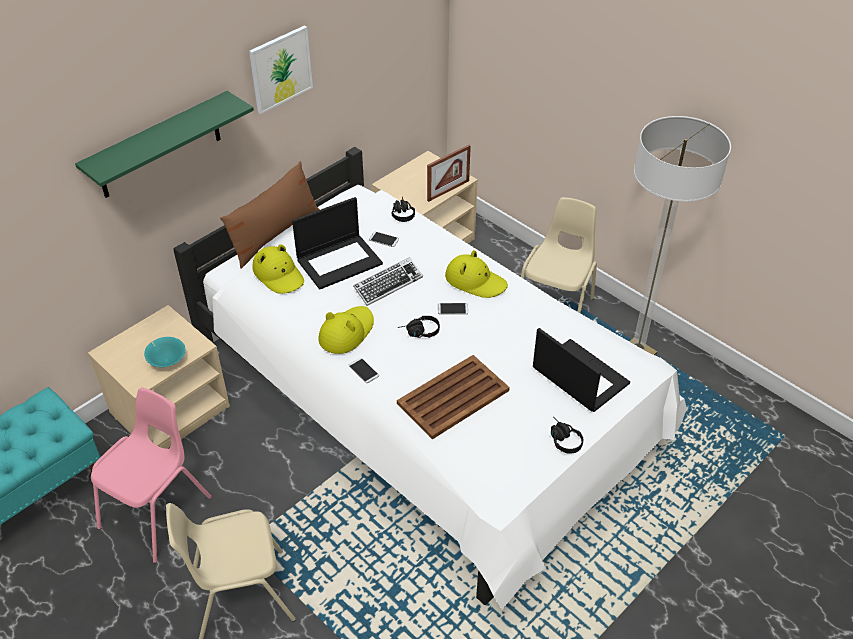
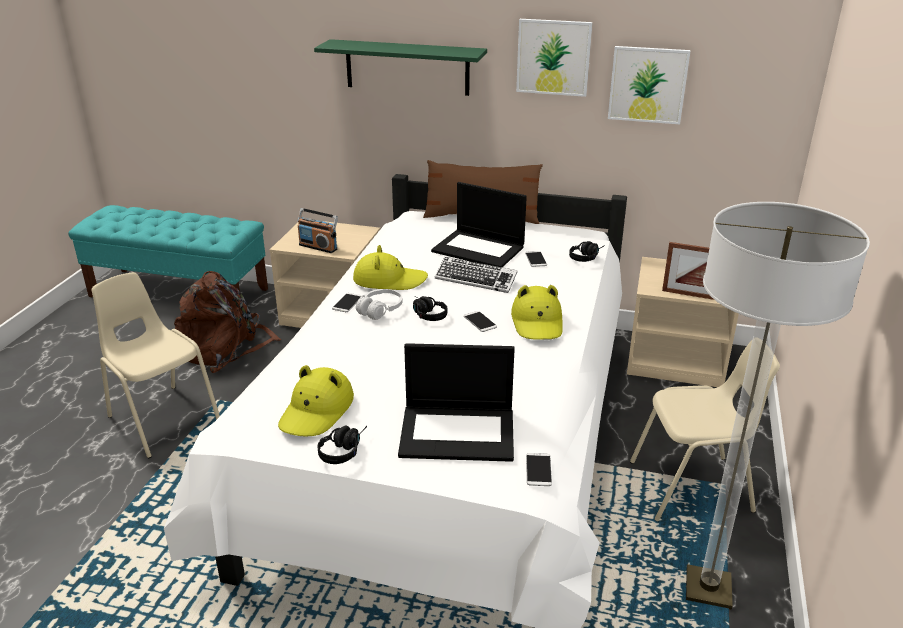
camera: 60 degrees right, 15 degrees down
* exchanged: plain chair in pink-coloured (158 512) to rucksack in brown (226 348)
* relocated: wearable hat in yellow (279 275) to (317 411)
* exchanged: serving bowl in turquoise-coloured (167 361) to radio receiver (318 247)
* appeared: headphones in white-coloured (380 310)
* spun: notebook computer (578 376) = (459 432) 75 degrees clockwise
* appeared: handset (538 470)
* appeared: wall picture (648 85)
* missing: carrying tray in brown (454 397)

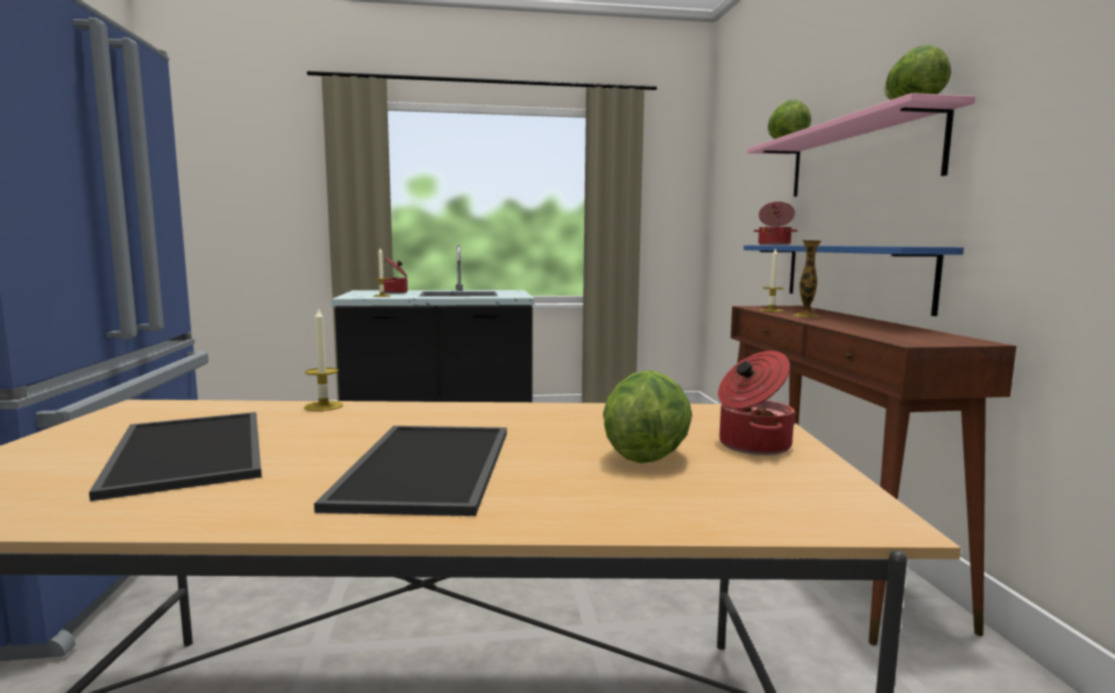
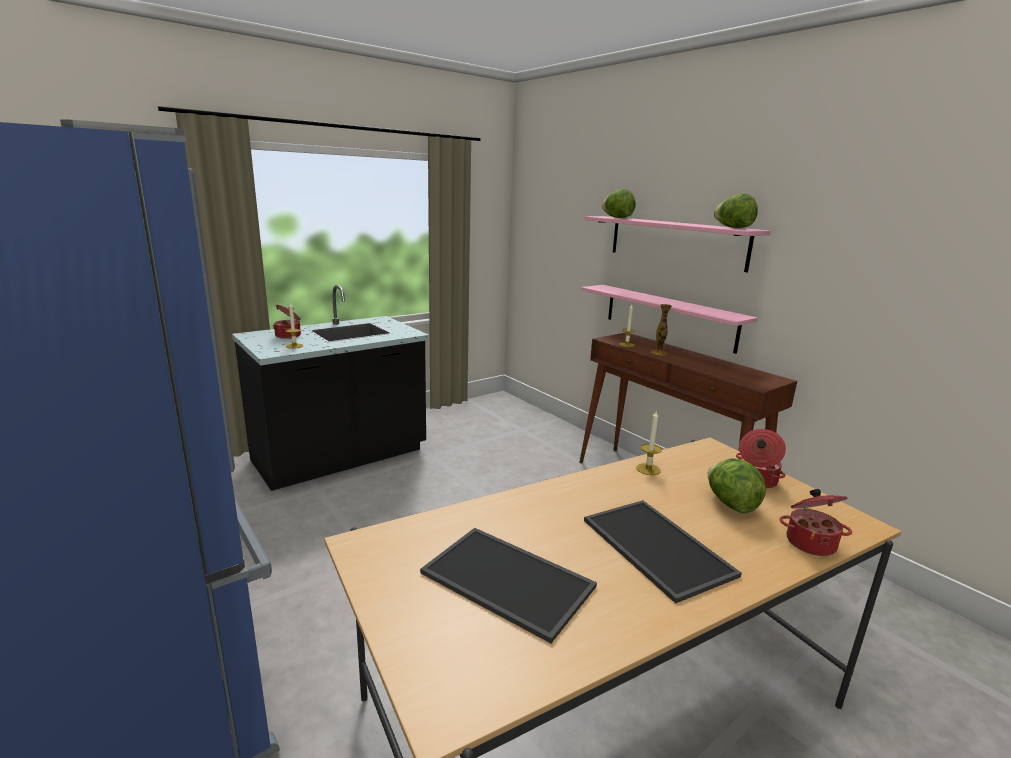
camera: 30 degrees left, 10 degrees up
* colour: bracket shelf in blue (852 274) to bracket shelf in pink-coloured (668 317)
* relocated: wax candle (323 406) to (648 469)
* relocated: stockpot (774 245) to (810 542)

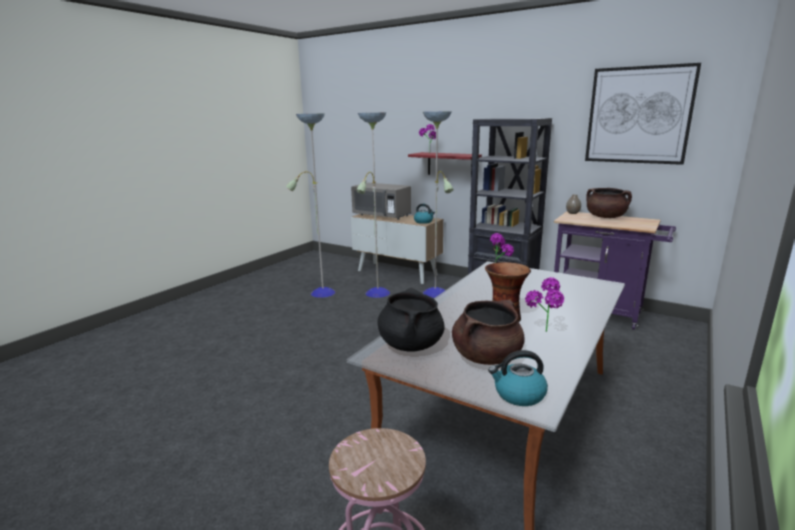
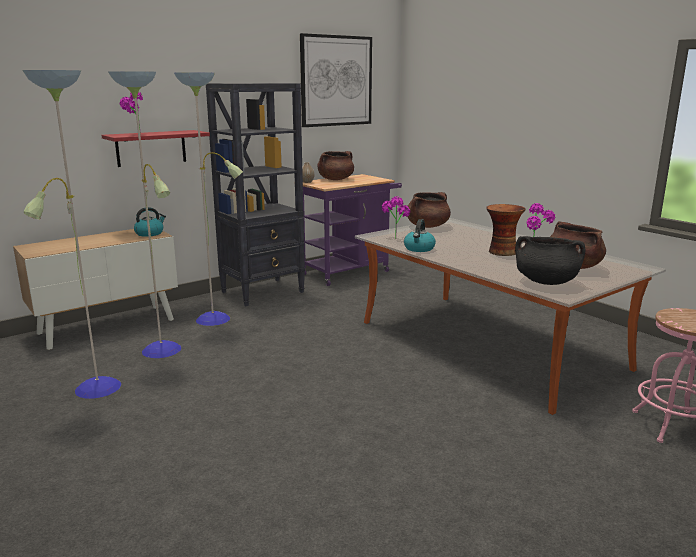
camera: 70 degrees left, 0 degrees up
* relocated: kettle (518 394) to (419 249)
* appeared: stockpot in brown (427 226)
* missing: microwave oven in greyish (381 216)

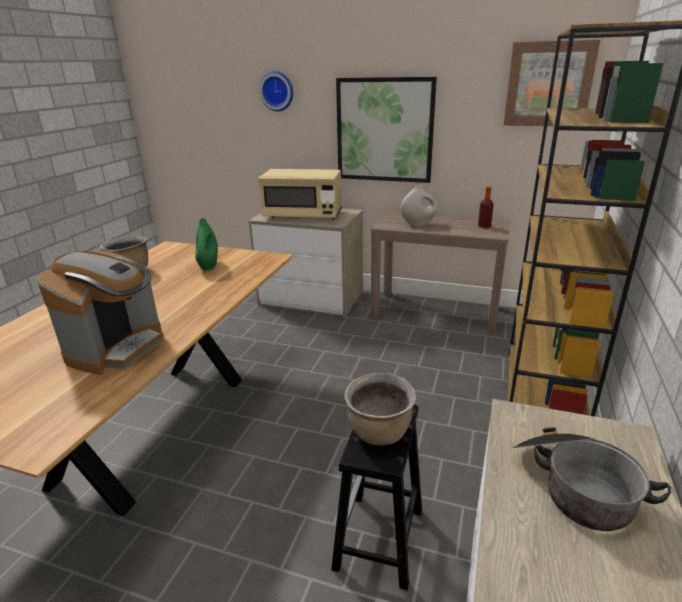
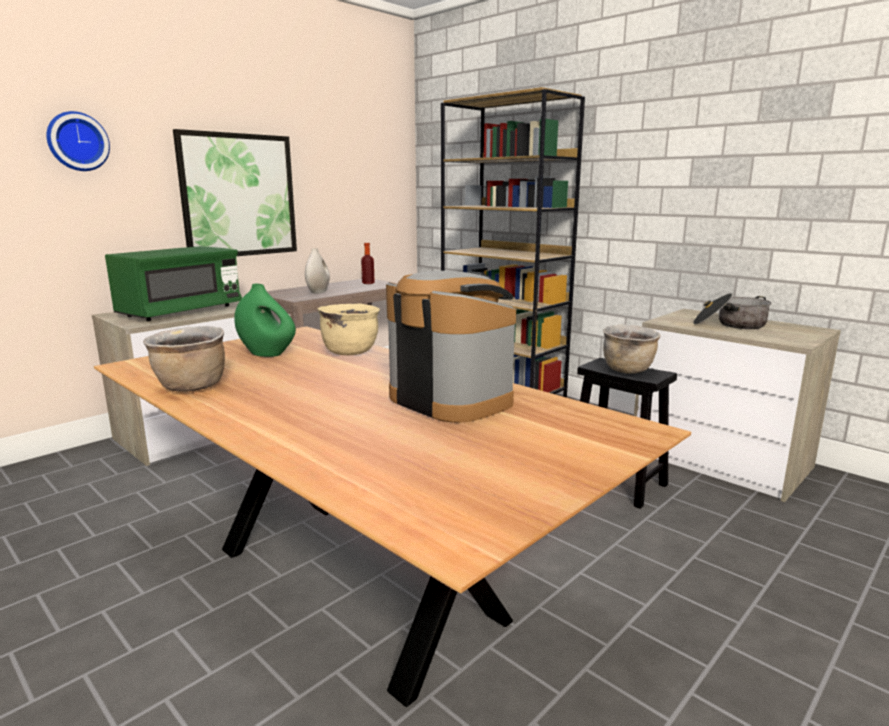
camera: 65 degrees left, 10 degrees down
* colour: microwave oven in beige (303 215) to microwave oven in green (181 312)
* appeared: stockpot in beige (350 352)
* missing: wall picture (548 84)

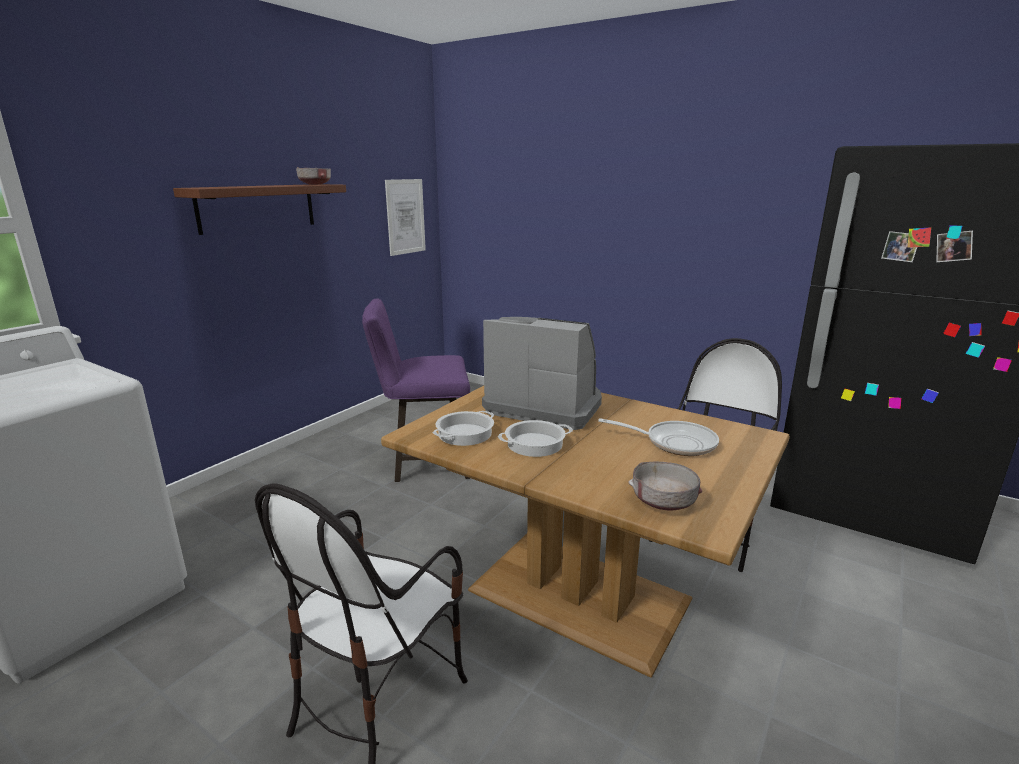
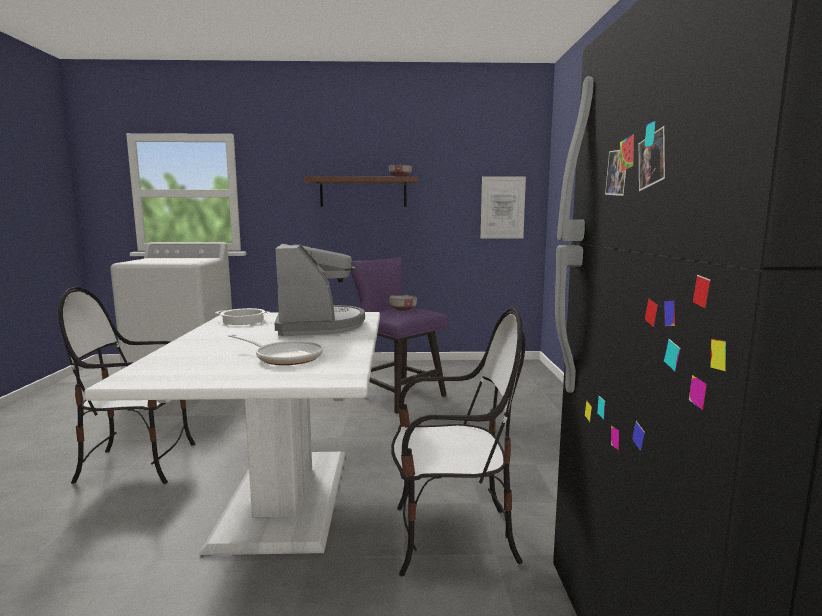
camera: 55 degrees right, 10 degrees down
* colour: dinner table in brown (578 597) to dinner table in white-coloured (282 496)
* spun: frying pan (674 443) = (285 357) 45 degrees counterclockwise
* relocated: serving bowl in greyish (664 502) to (403 310)
* missing: stockpot (534 444)

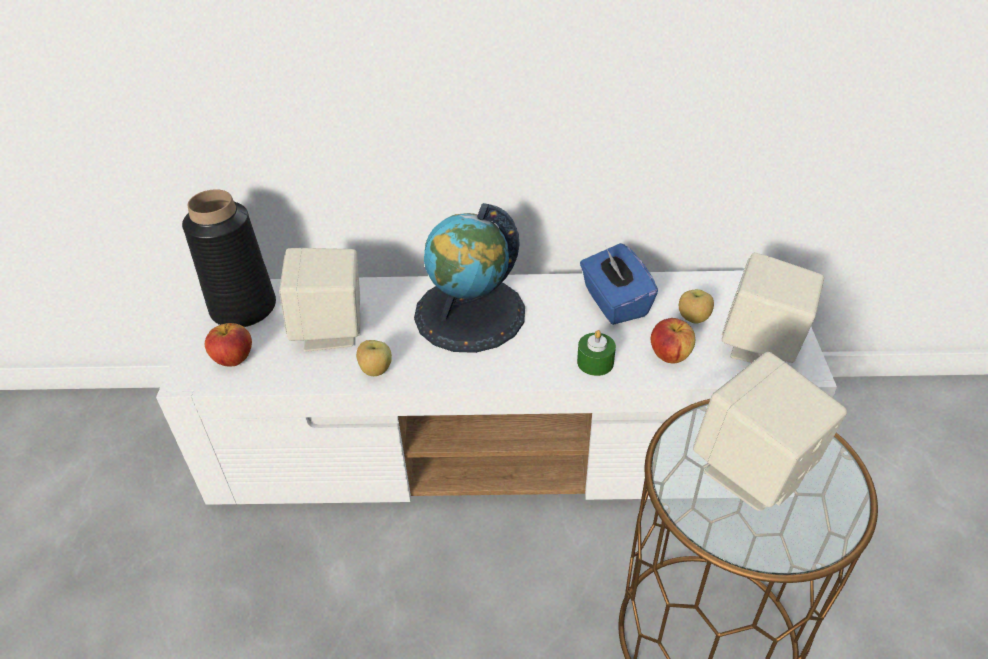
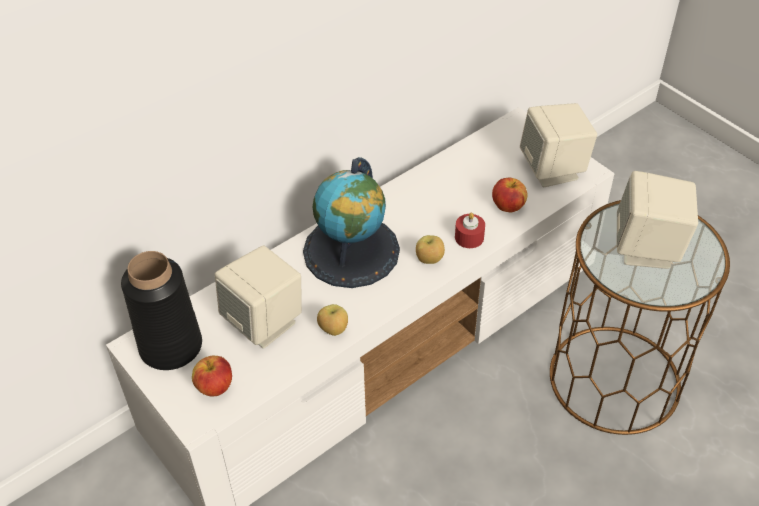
camera: 40 degrees left, 5 degrees up
* relocated: apple (693 319) to (429 260)
* colour: wax candle in green (595 362) to wax candle in red (469 237)
* missing: tissue box in blue (614 302)

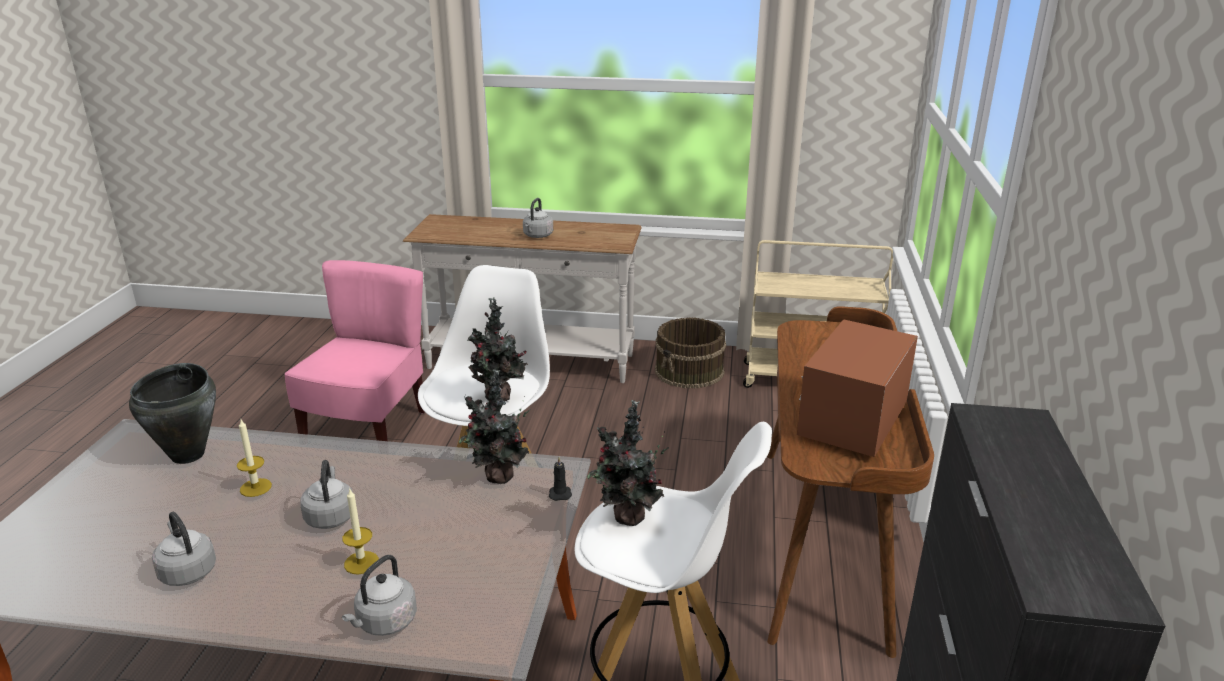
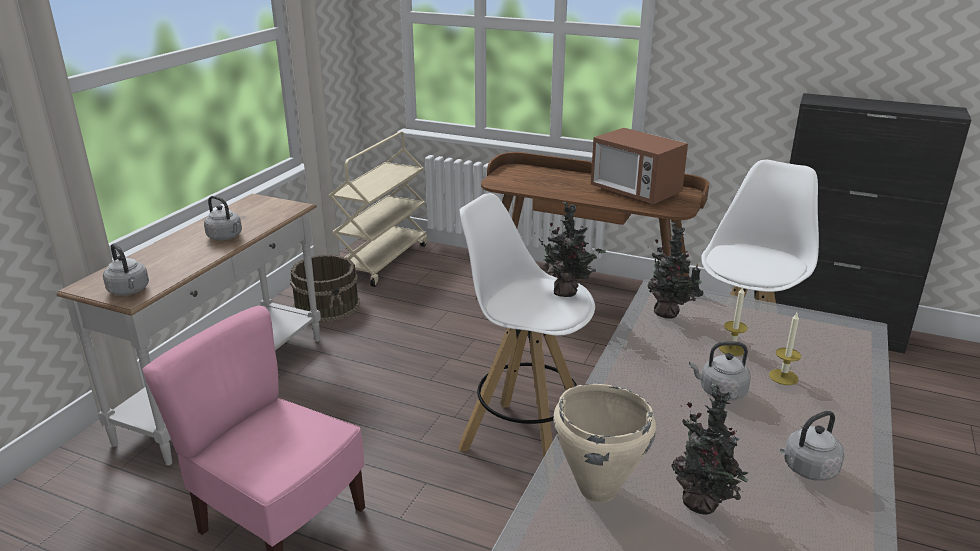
camera: 75 degrees left, 0 degrees up
* relocated: kettle in greyish (384 623) to (129 291)
* colour: stockpot in black-coloured (189 454) to stockpot in beige (597 488)
* relocated: plant in a pot (627 519) to (703 505)
* relocated: wax candle (255 487) to (732 349)

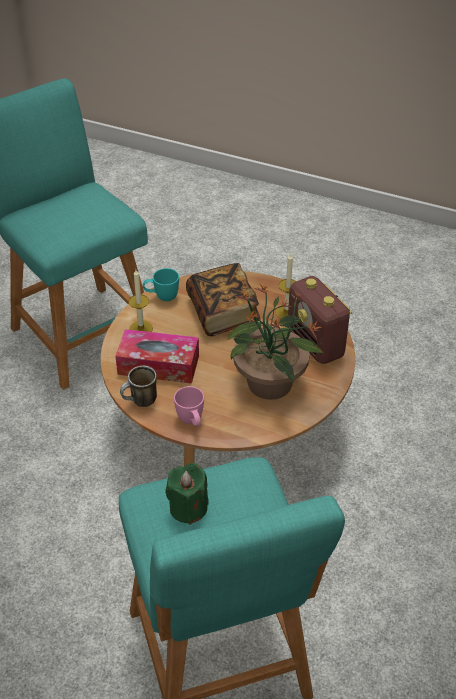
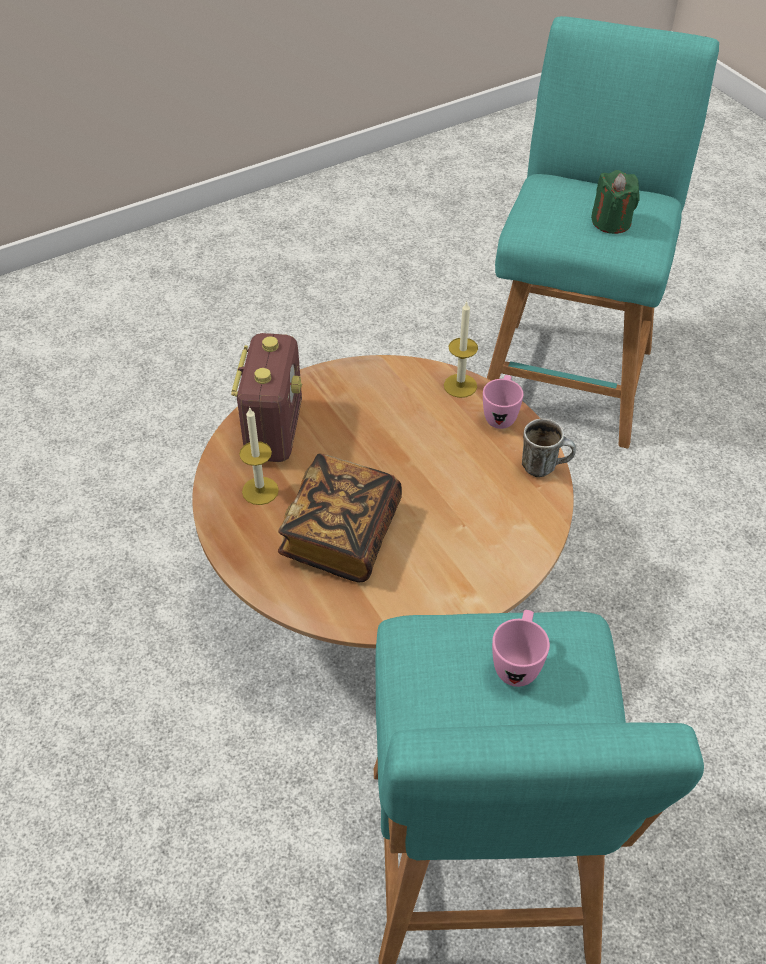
camera: 145 degrees left, 5 degrees up
* relocated: wax candle (141 328) to (460 385)
* appeared: coffee mug in pink-coloured (517 663)
* missing: tissue box (158 365)
* missing: coffee mug in turquoise-coloured (161 297)
* missing: plant in a pot (270 385)

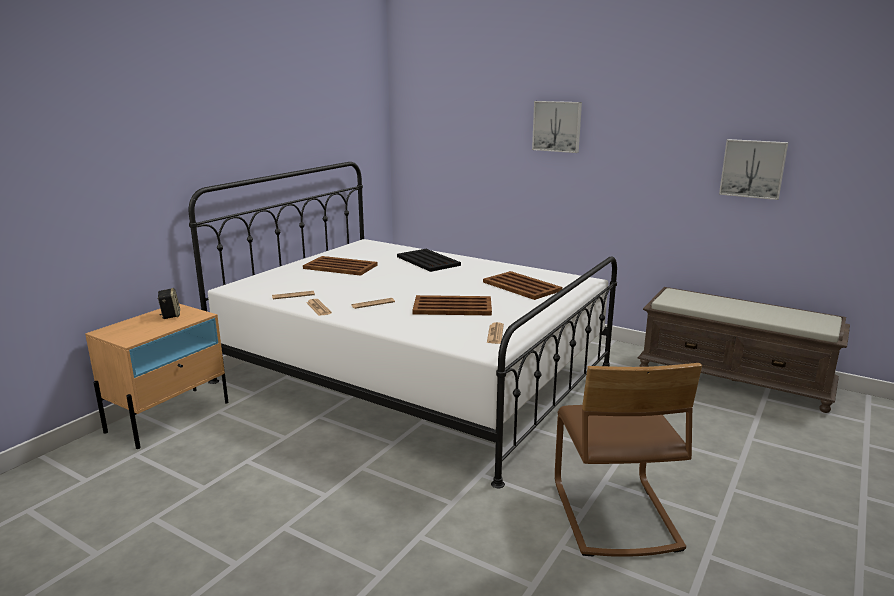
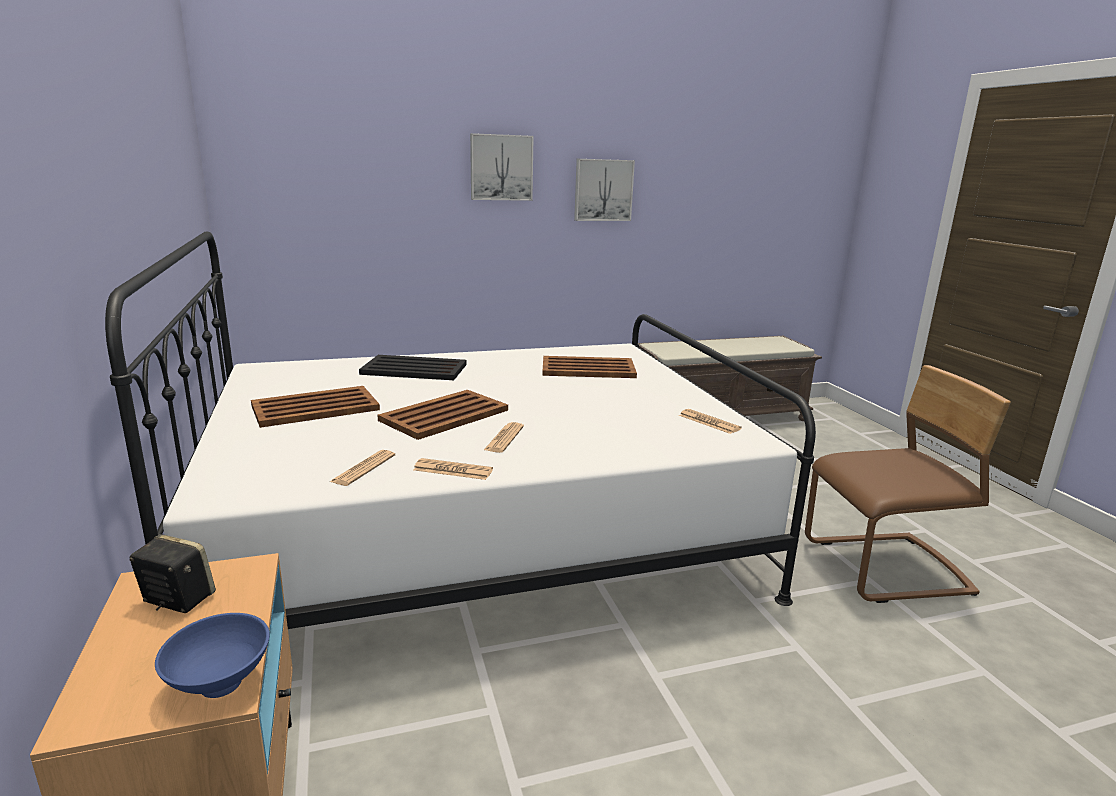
camera: 50 degrees left, 0 degrees up
* appeared: serving bowl in blue (222 685)
* relocated: carrying tray in brown (451 307) to (443 415)
* relocated: wall picture (753 168) to (603 190)
* spun: plain chair in brown (613 514) = (886 569) 45 degrees counterclockwise

